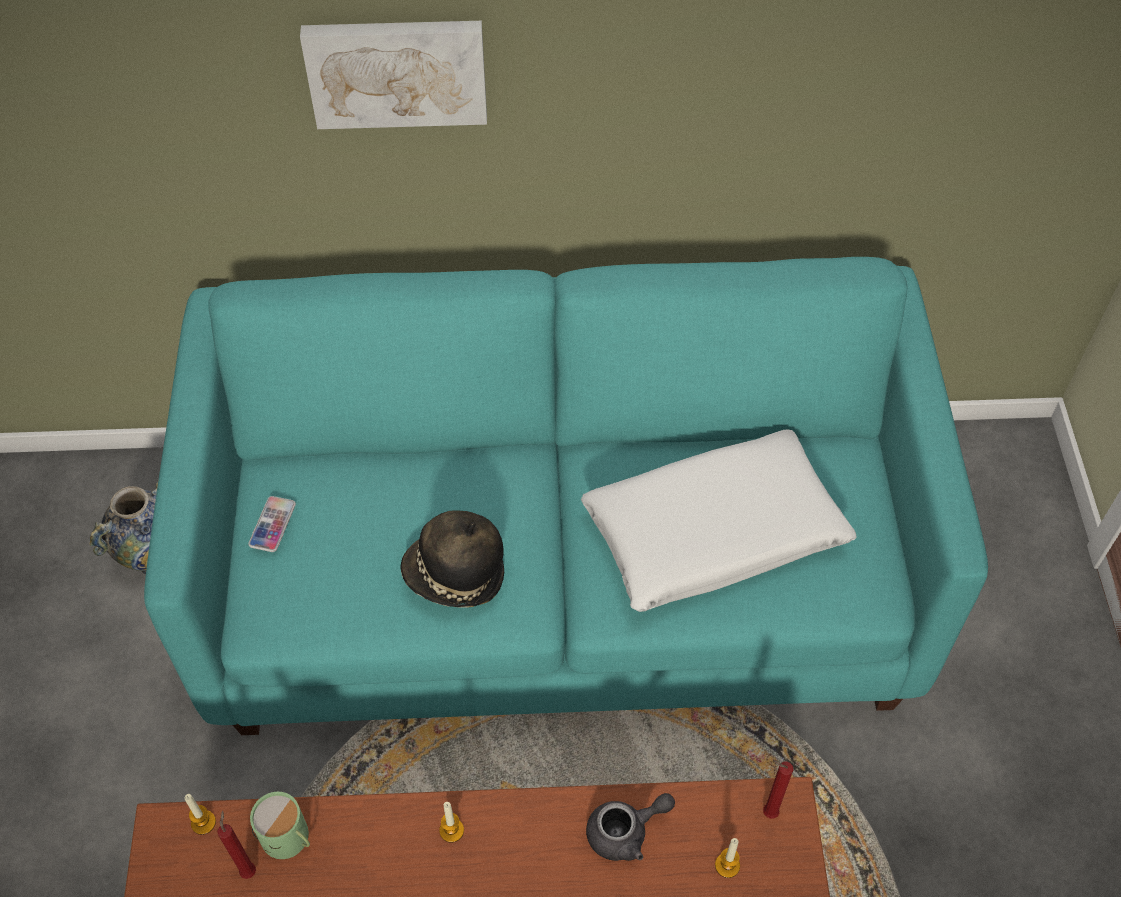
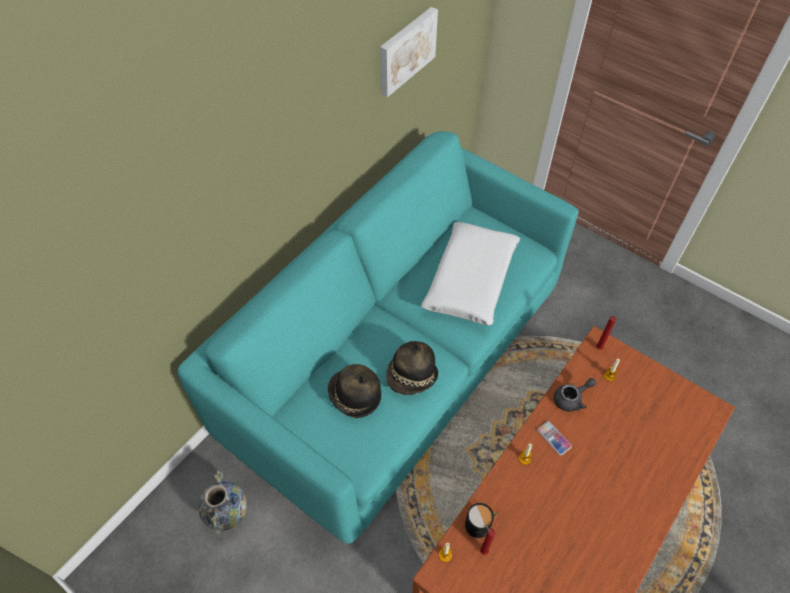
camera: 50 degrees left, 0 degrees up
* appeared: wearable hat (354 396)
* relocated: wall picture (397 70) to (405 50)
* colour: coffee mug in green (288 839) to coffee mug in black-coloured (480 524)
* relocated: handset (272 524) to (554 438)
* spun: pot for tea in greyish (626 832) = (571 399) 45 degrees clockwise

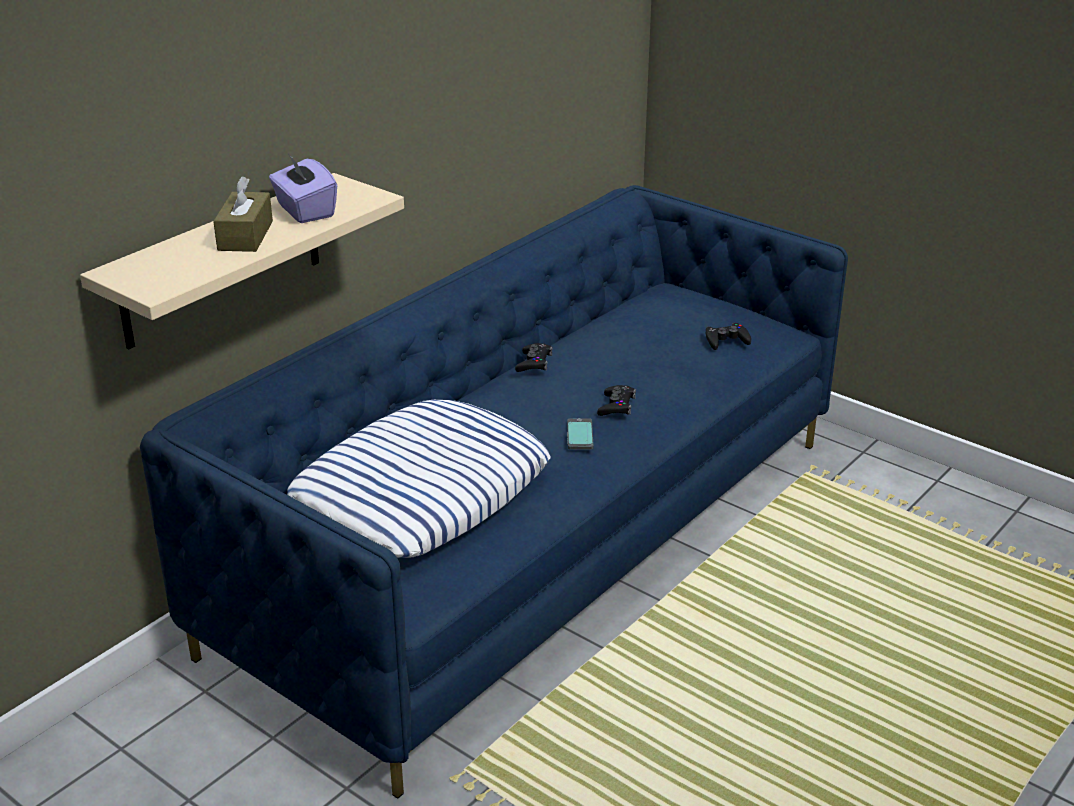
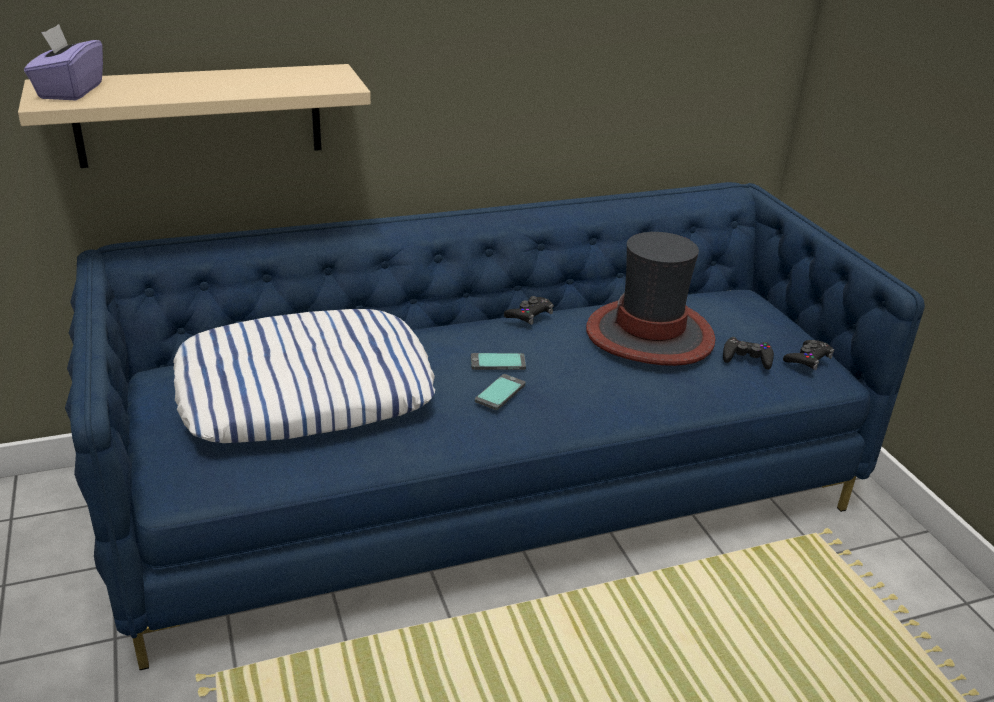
camera: 30 degrees right, 0 degrees up
* relocated: tissue box in purple (304 211) to (70 91)
* appeared: handset (498 363)
* appeared: wearable hat (650 335)
* relocated: game controller in black-coloured (616 406) to (808 359)
* missing: tissue box in brown (245 236)

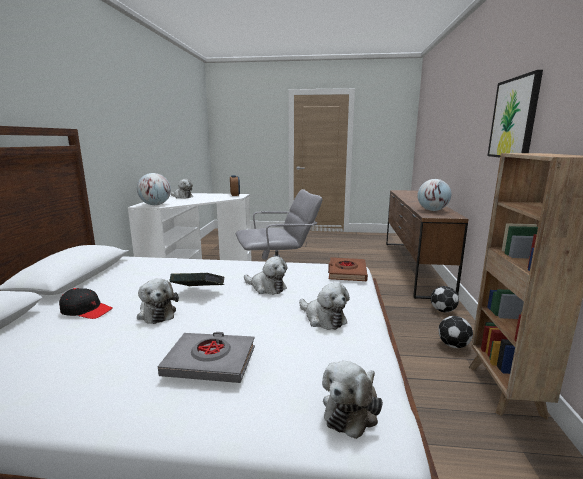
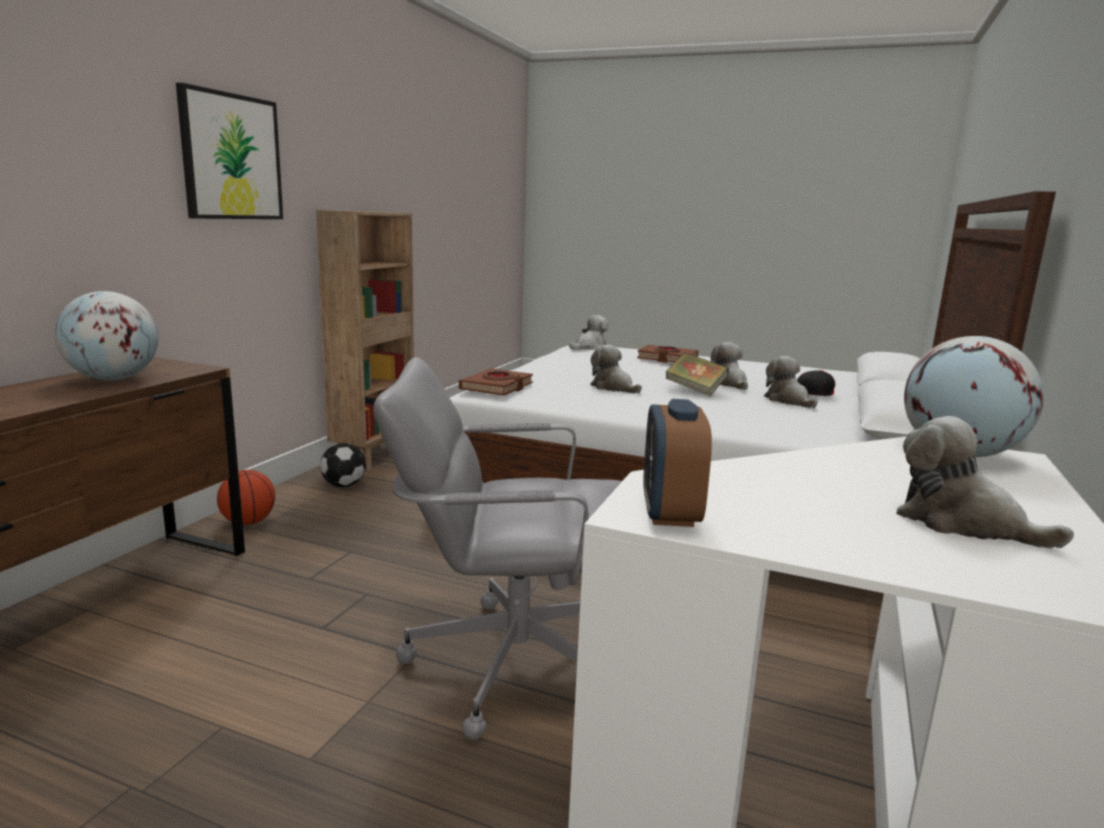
camera: 165 degrees left, 0 degrees up
* exchanged: football ball (443 310) to basketball ball (248 522)
* colour: book in greyish (210 362) to book in brown (667 359)
* relocated: cuddly toy (323 319) to (788 400)

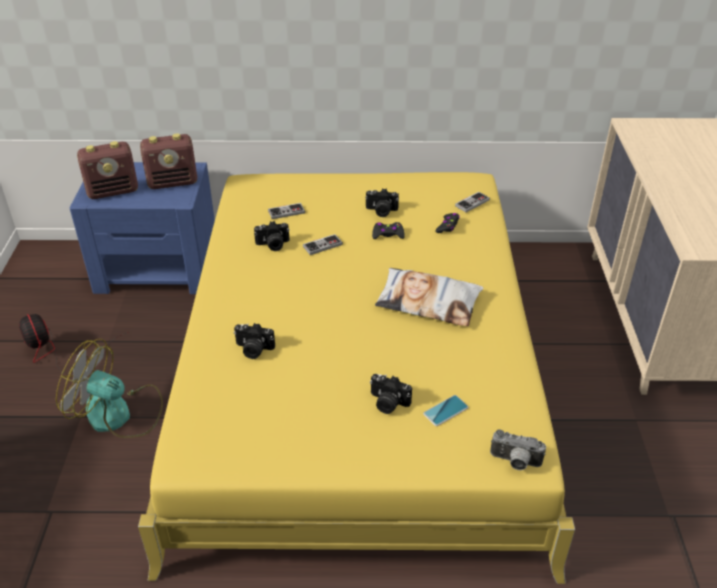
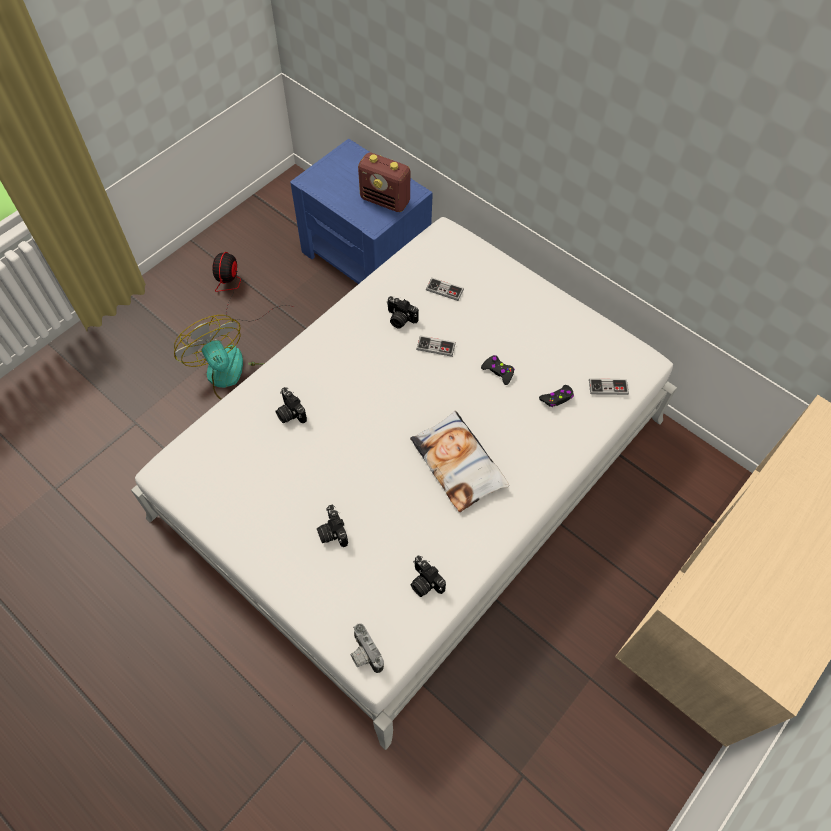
camera: 40 degrees right, 20 degrees up
* colour: sleeping bed in yellow (358 378) to sleeping bed in white-coloured (414 468)
* relocated: still camera (381 211) to (424 582)
* missing: radio receiver (113 191)
* missing: handset (445 411)

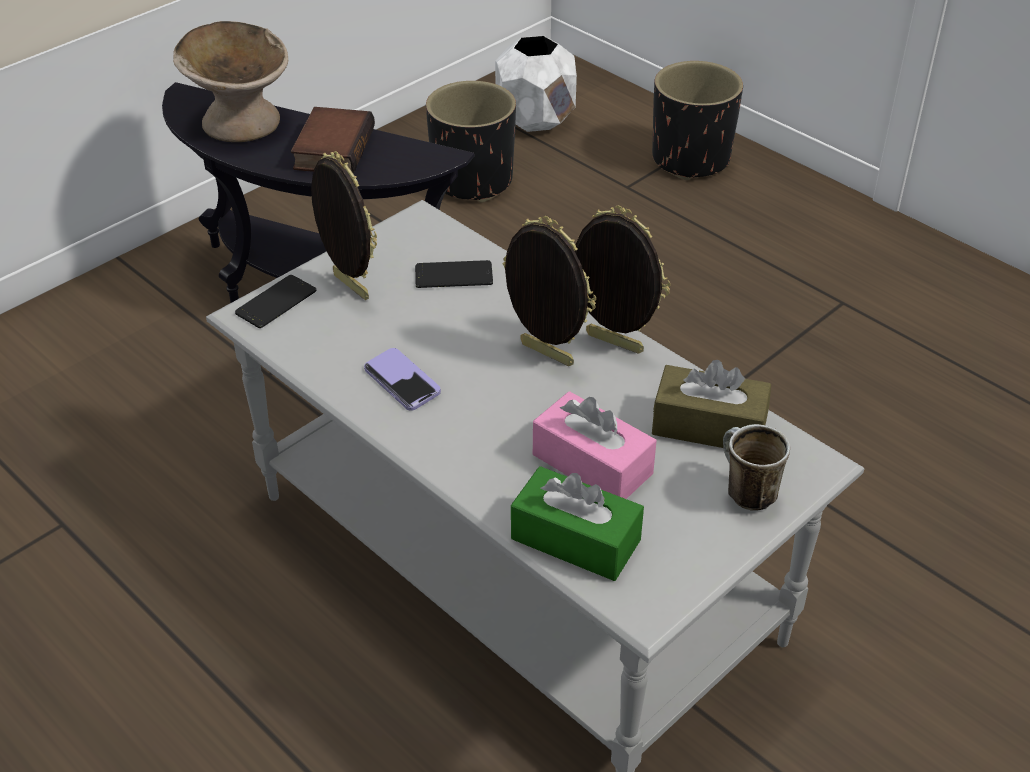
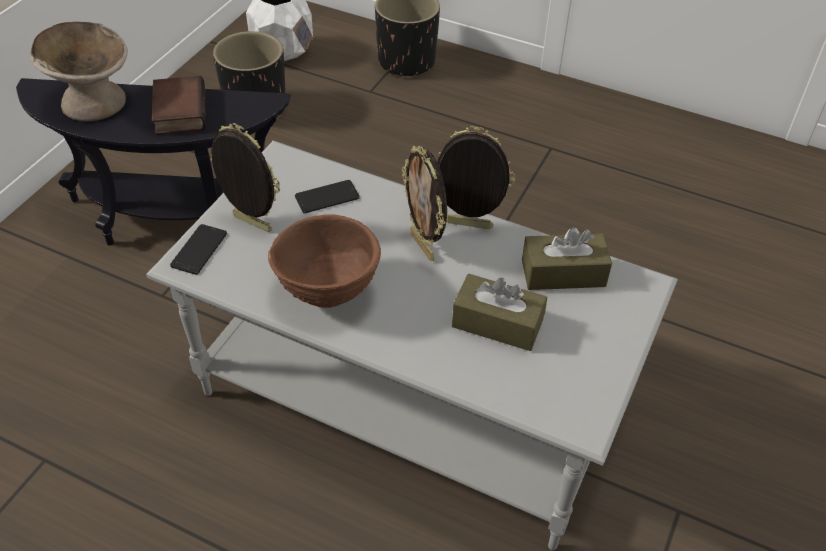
camera: 20 degrees left, 5 degrees up
* exchanged: handset (402 381) to serving bowl in brown (328 292)
* spun: photo frame (544 355) = (423 246) 135 degrees counterclockwise
* colour: tissue box in pink-coloured (592 464) to tissue box in brown (497 323)
* missing: tissue box in green (575 539)
* missing: coffee mug (743 491)

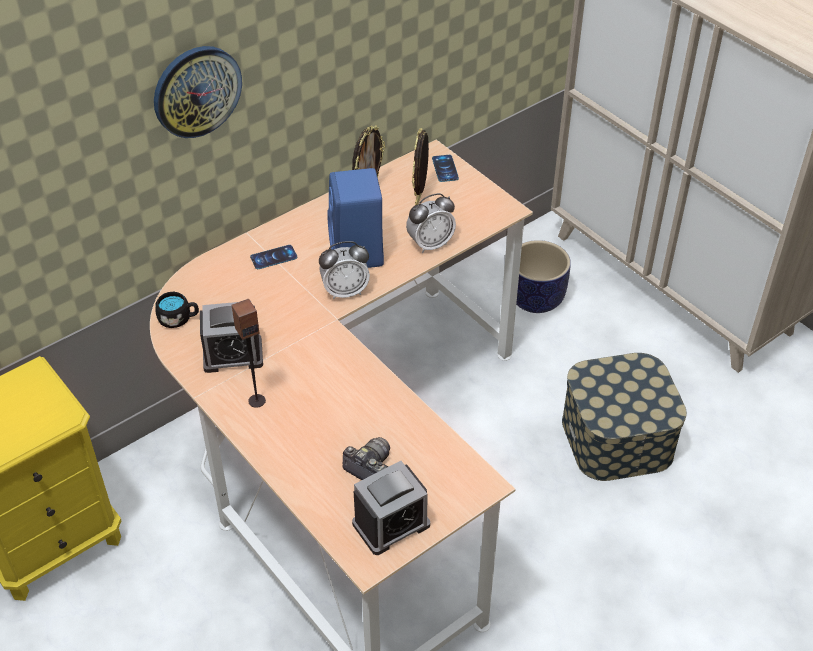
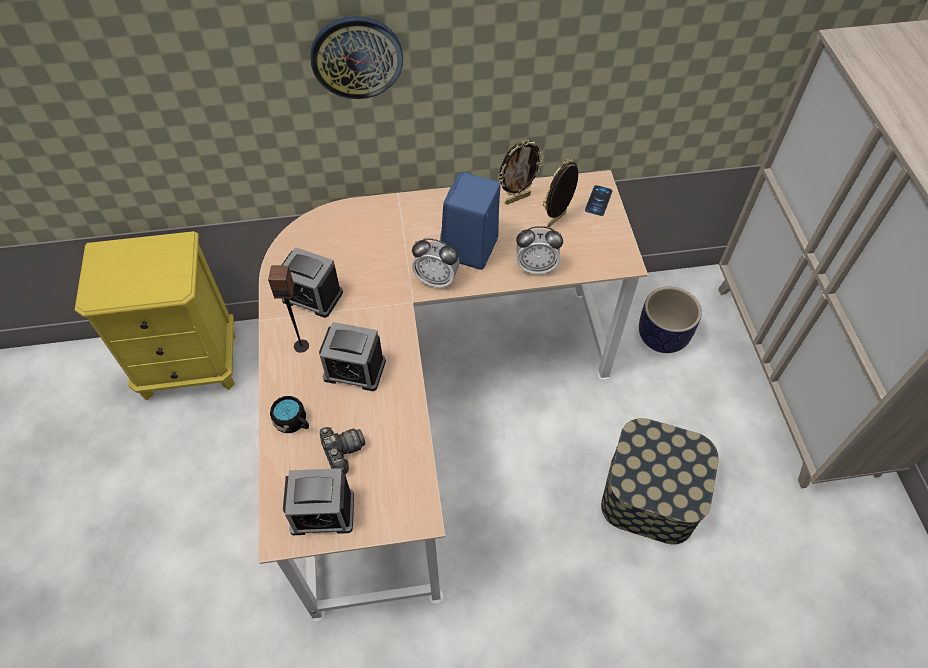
camera: 30 degrees right, 10 degrees up
* relocated: coffee mug in black-coloured (179 319) to (294 422)
* appeared: bedside clock (354 369)
* missing: handset (273 257)

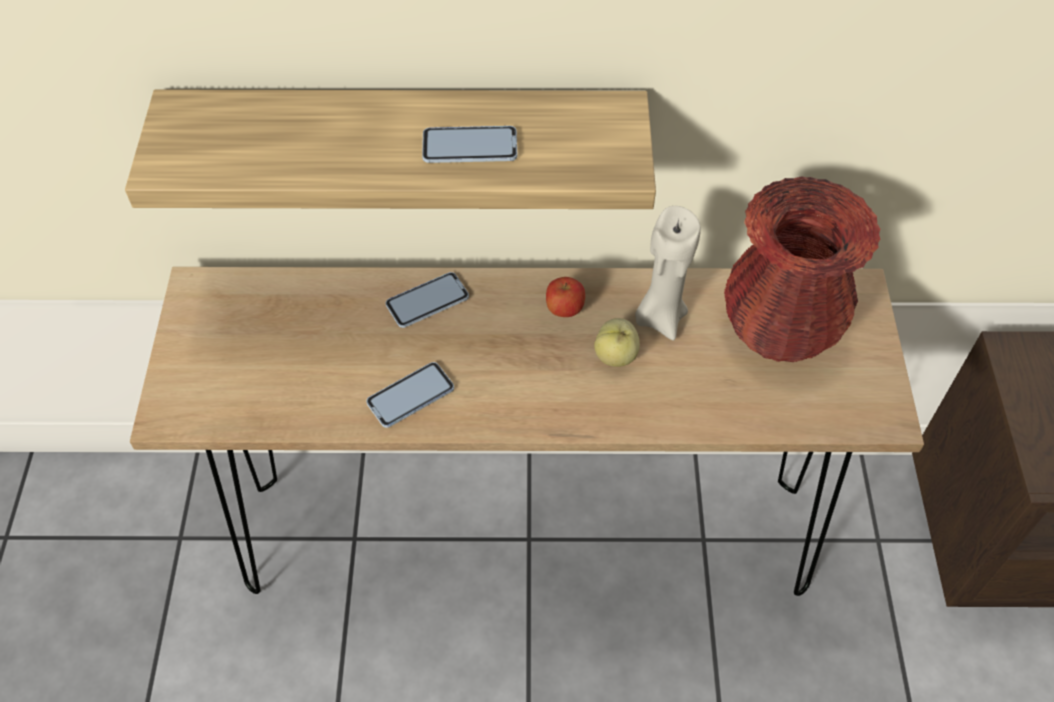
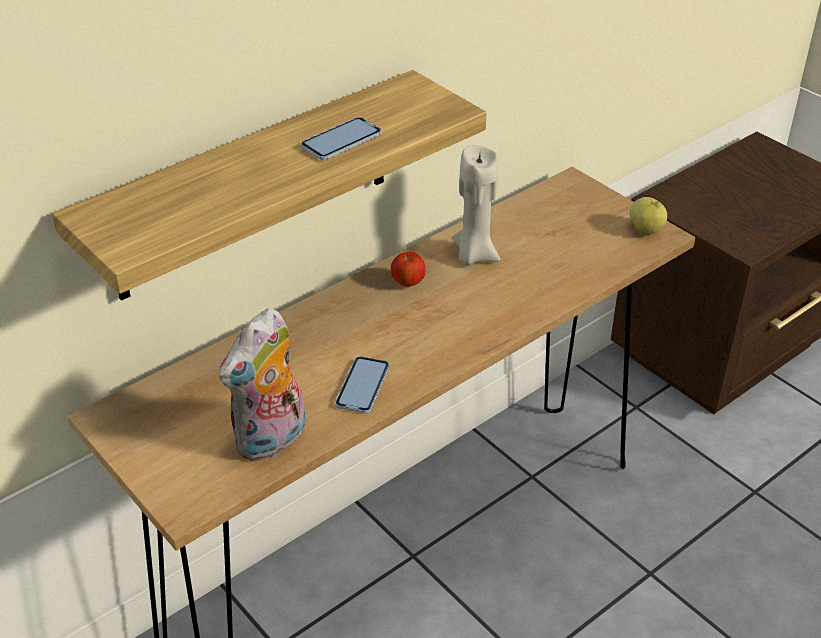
camera: 40 degrees left, 15 degrees down
* appeared: cuddly toy (272 441)
* relocated: apple (616 356) to (646 230)
* missing: handset (427 301)
* missing: vase in red (779 331)

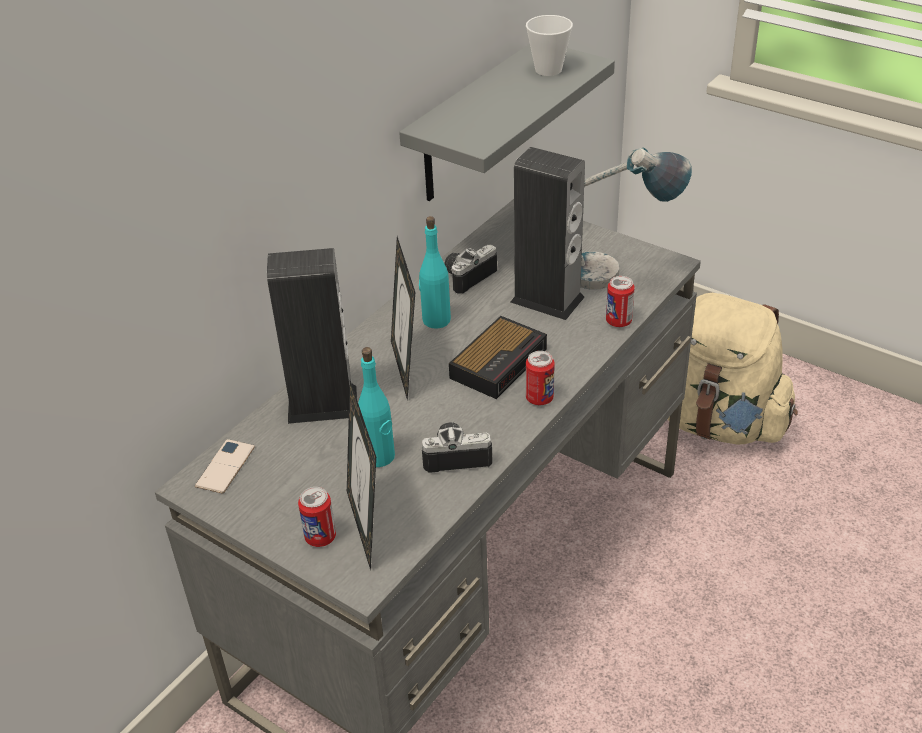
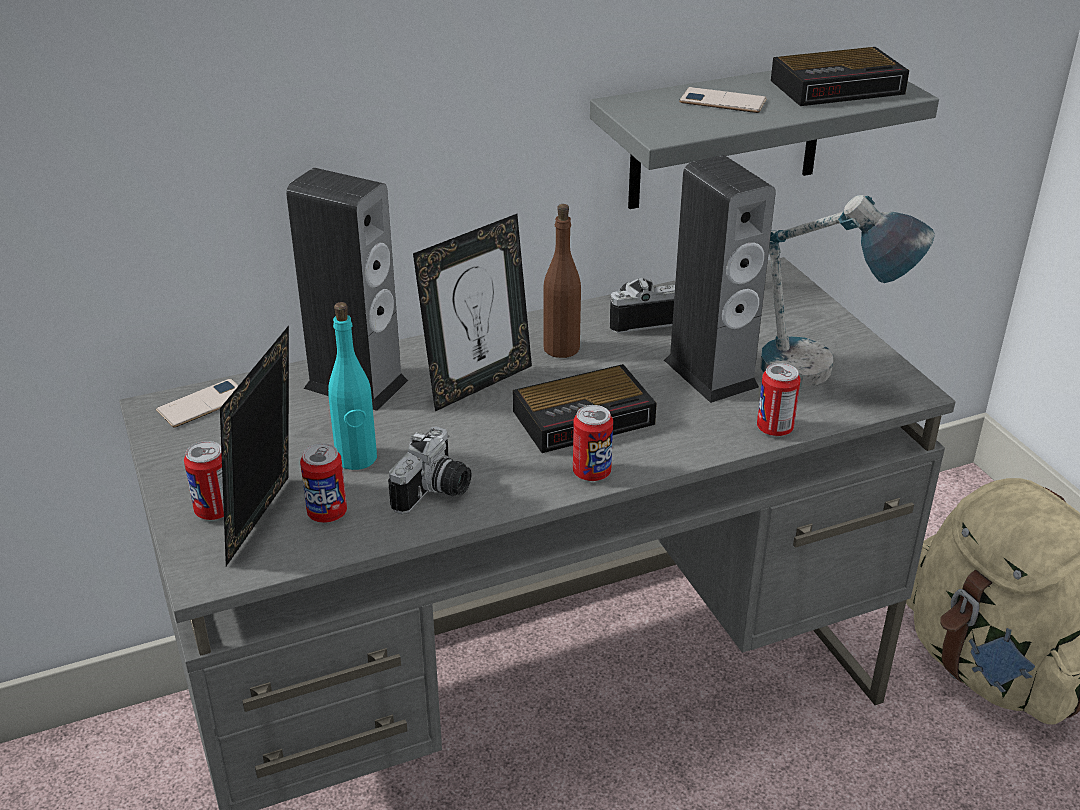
camera: 30 degrees right, 5 degrees down
* appeared: can (327 513)
* spun: still camera (456 456) = (436 492) 90 degrees clockwise
* spun: photo frame (406 368) = (478 383) 150 degrees counterclockwise
* colour: bottle in turquoise-coloured (436 320) to bottle in brown (561 348)
* appeared: handset (722 101)
* exchanged: drinking cup (548 70) to bedside clock (839 87)

